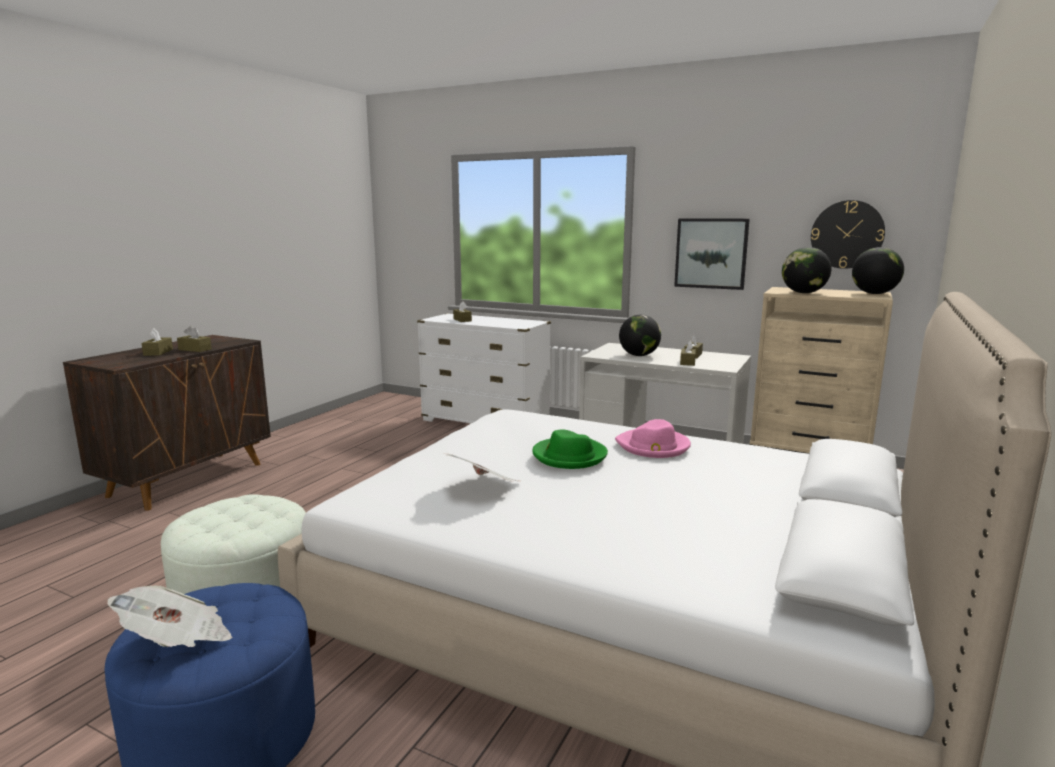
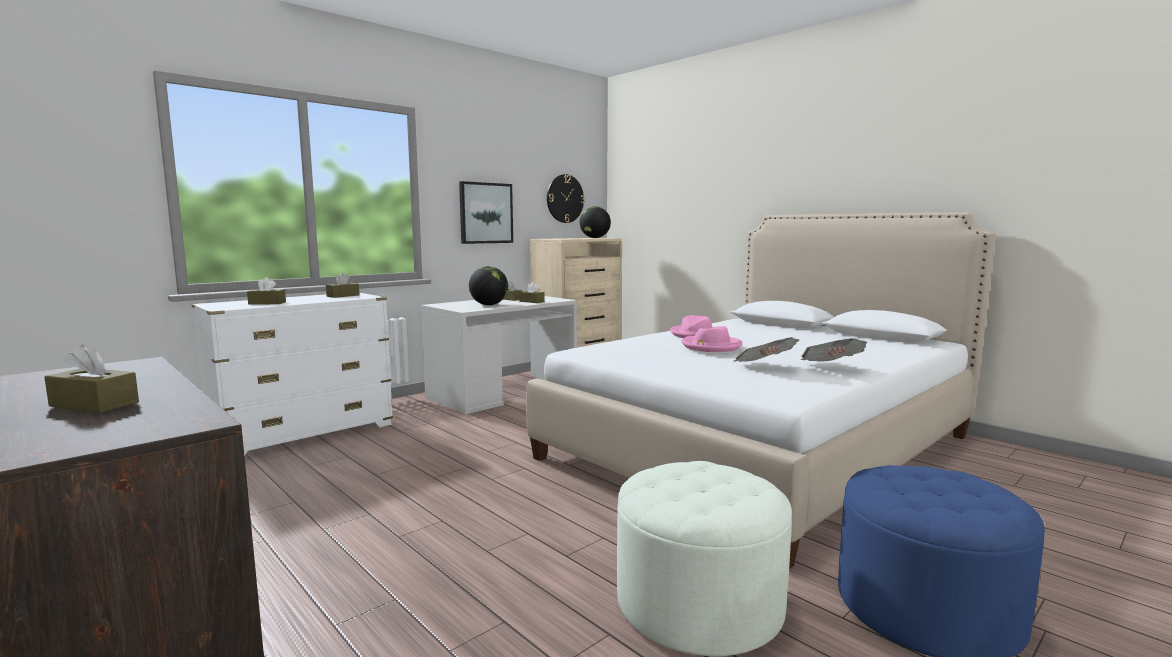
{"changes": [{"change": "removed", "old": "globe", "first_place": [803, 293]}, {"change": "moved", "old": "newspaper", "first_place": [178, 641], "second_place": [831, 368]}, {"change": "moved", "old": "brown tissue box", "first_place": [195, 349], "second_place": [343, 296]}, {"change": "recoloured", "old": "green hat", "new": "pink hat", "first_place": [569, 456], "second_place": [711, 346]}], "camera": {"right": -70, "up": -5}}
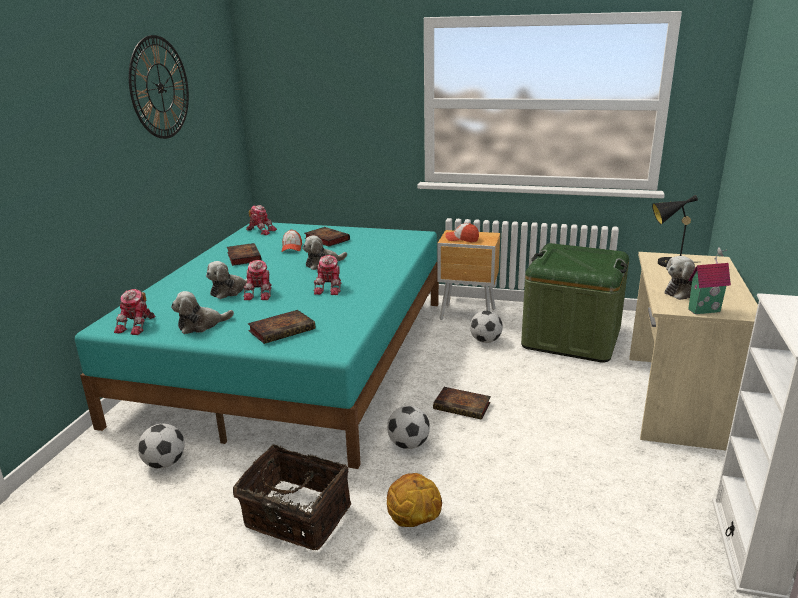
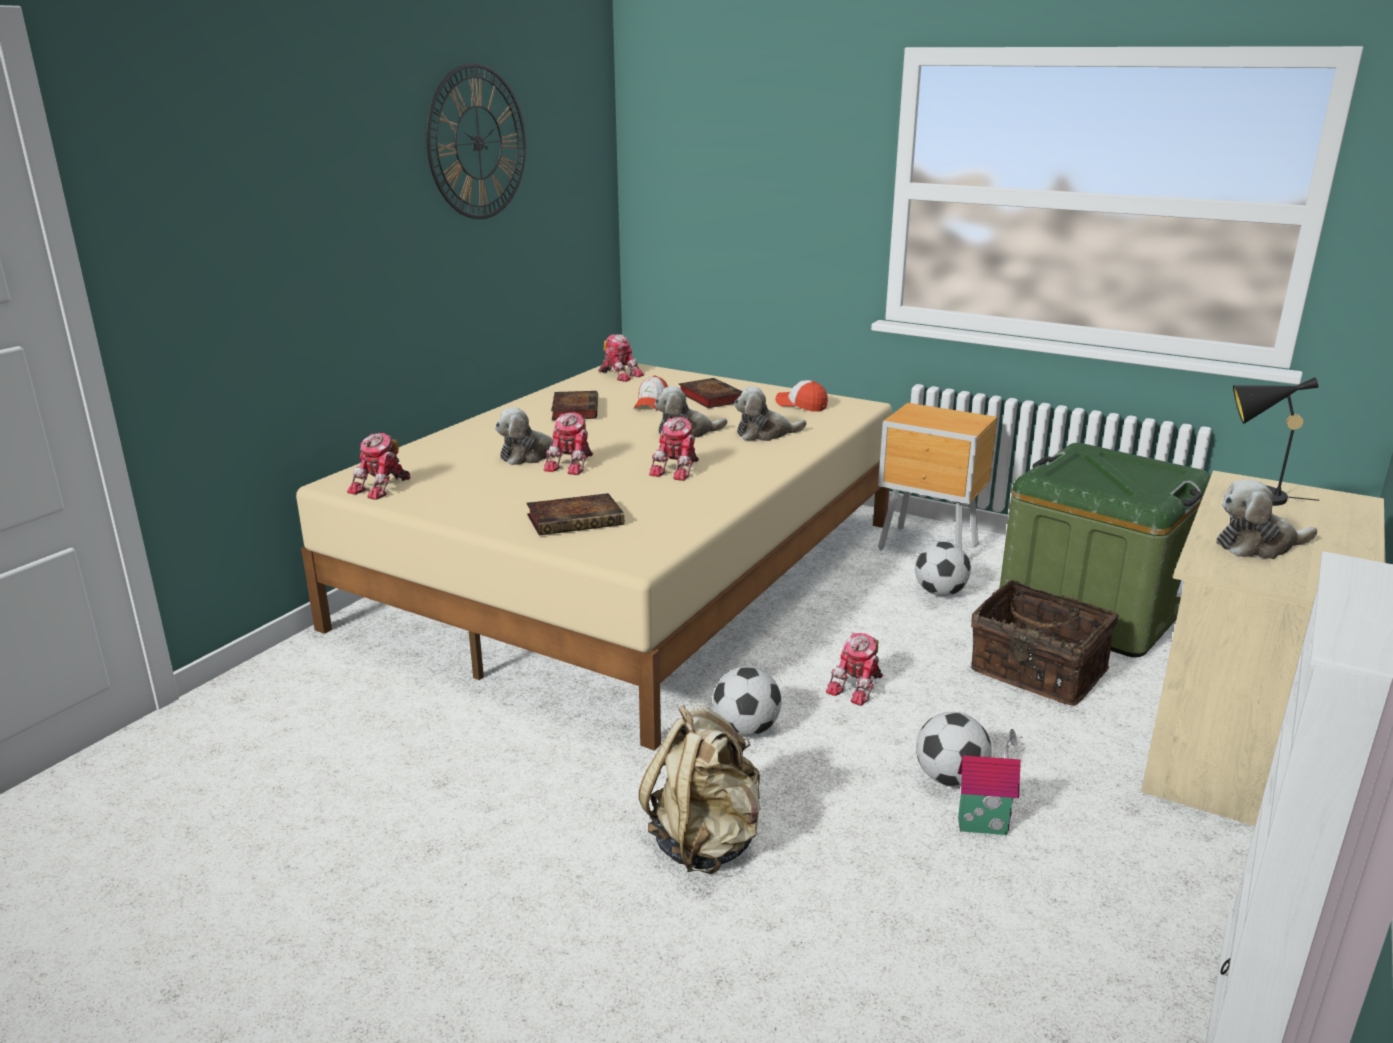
{"changes": [{"change": "moved", "old": "football", "first_place": [165, 463], "second_place": [950, 779]}, {"change": "moved", "old": "plush toy", "first_place": [201, 325], "second_place": [765, 434]}, {"change": "moved", "old": "basket", "first_place": [296, 518], "second_place": [1036, 672]}, {"change": "moved", "old": "cap", "first_place": [462, 239], "second_place": [801, 405]}, {"change": "moved", "old": "toy house", "first_place": [703, 309], "second_place": [982, 824]}, {"change": "replaced", "old": "basketball", "new": "beige backpack", "first_place": [413, 521], "second_place": [705, 842]}, {"change": "replaced", "old": "book", "new": "toy robot", "first_place": [463, 406], "second_place": [858, 687]}, {"change": "recoloured", "old": "turquoise bed", "new": "beige bed", "first_place": [295, 356], "second_place": [630, 572]}], "camera": {"right": 15, "up": 0}}
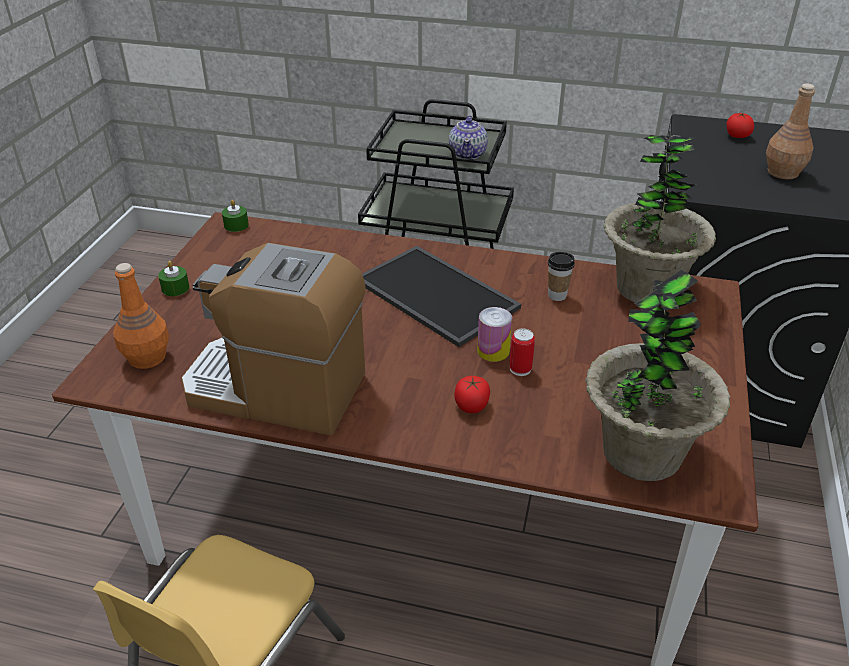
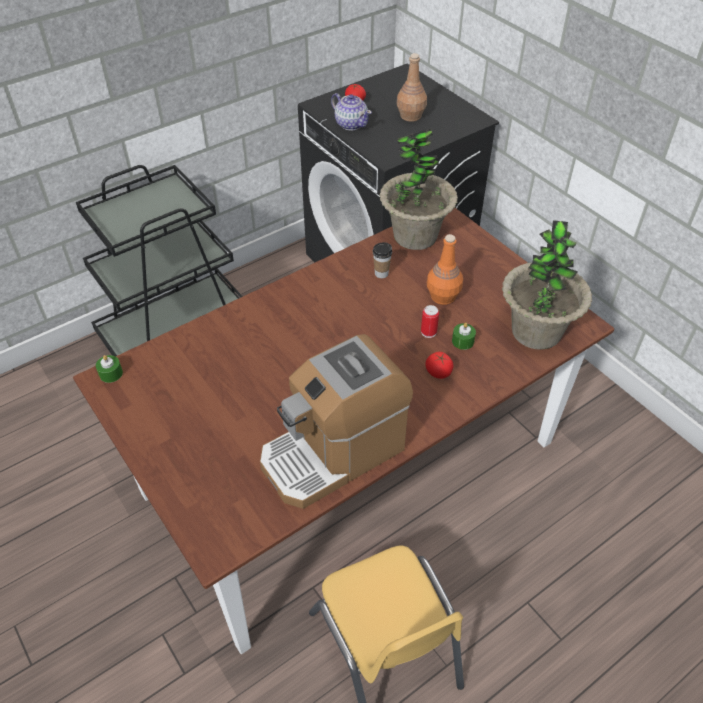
{"changes": [{"change": "removed", "old": "tray", "first_place": [439, 294]}, {"change": "removed", "old": "can", "first_place": [493, 351]}, {"change": "moved", "old": "orange bottle", "first_place": [147, 357], "second_place": [442, 296]}, {"change": "moved", "old": "green candle", "first_place": [175, 288], "second_place": [463, 341]}, {"change": "moved", "old": "teapot", "first_place": [468, 154], "second_place": [351, 124]}], "camera": {"right": -50, "up": 10}}
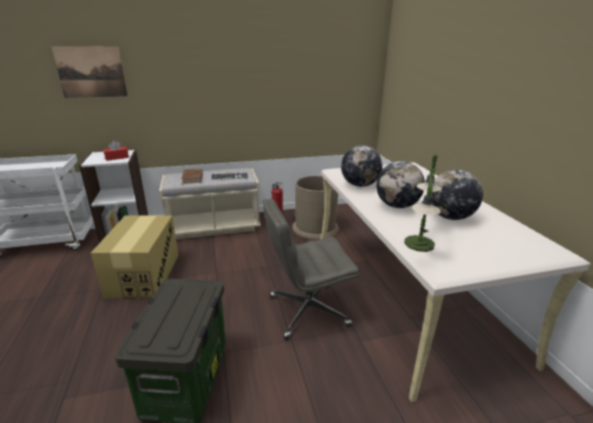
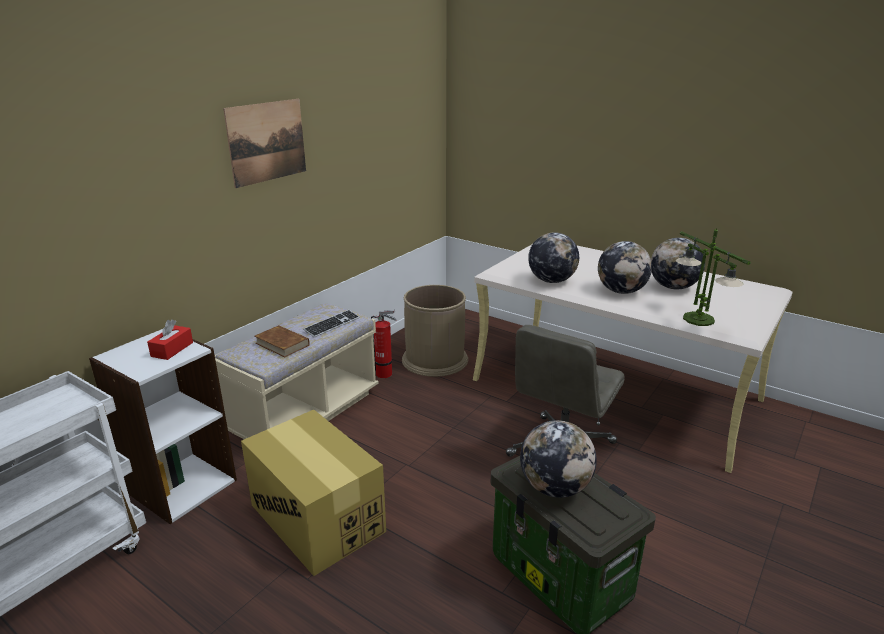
{"changes": [{"change": "added", "new": "globe", "second_place": [555, 487]}, {"change": "moved", "old": "picture", "first_place": [91, 72], "second_place": [267, 142]}], "camera": {"right": -40, "up": 0}}
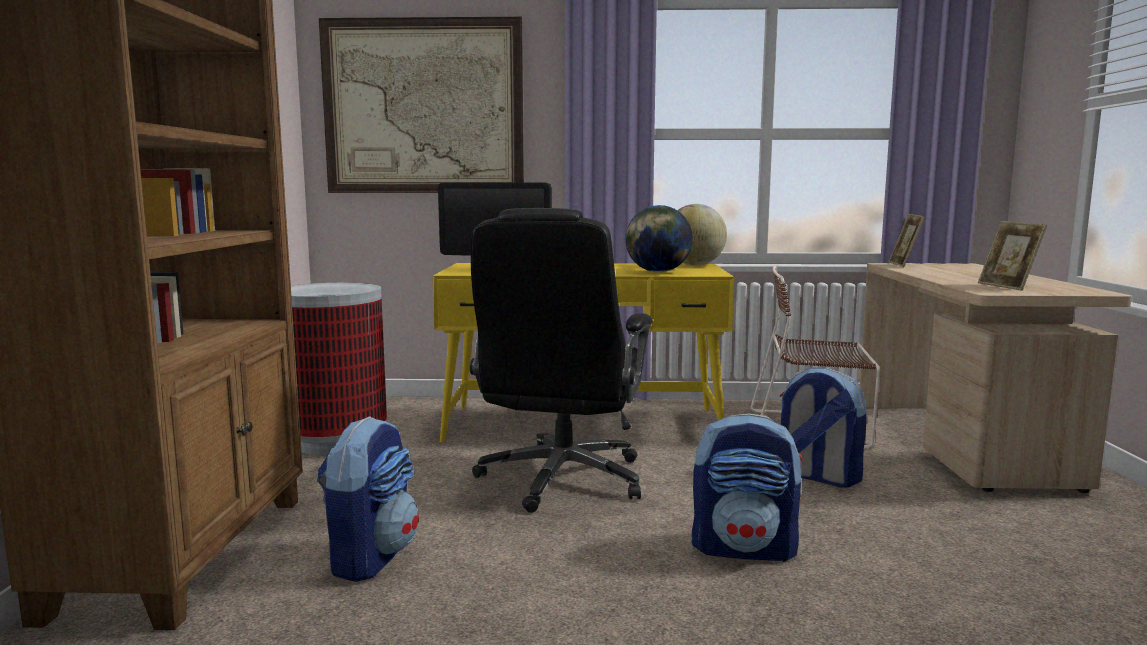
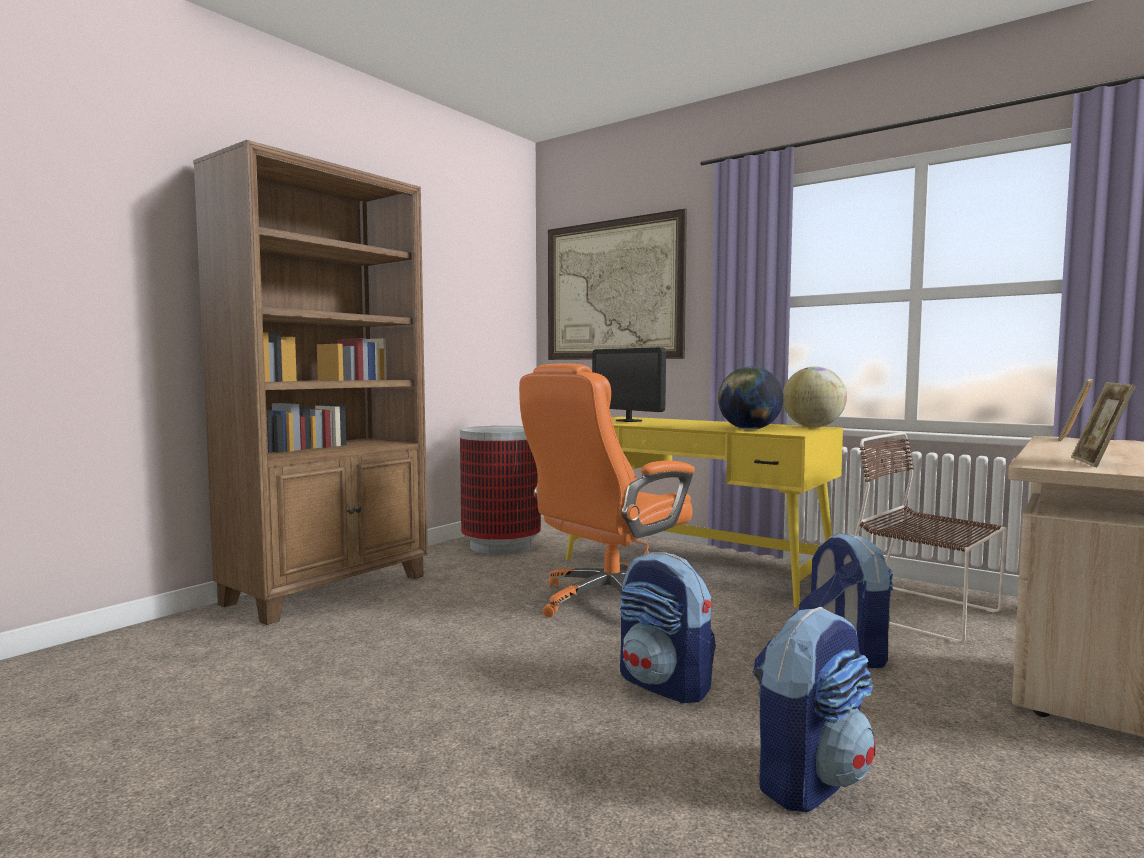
{"changes": [{"change": "moved", "old": "backpack", "first_place": [370, 557], "second_place": [808, 779]}, {"change": "recoloured", "old": "black office chair", "new": "orange office chair", "first_place": [561, 480], "second_place": [607, 601]}], "camera": {"right": 35, "up": -5}}
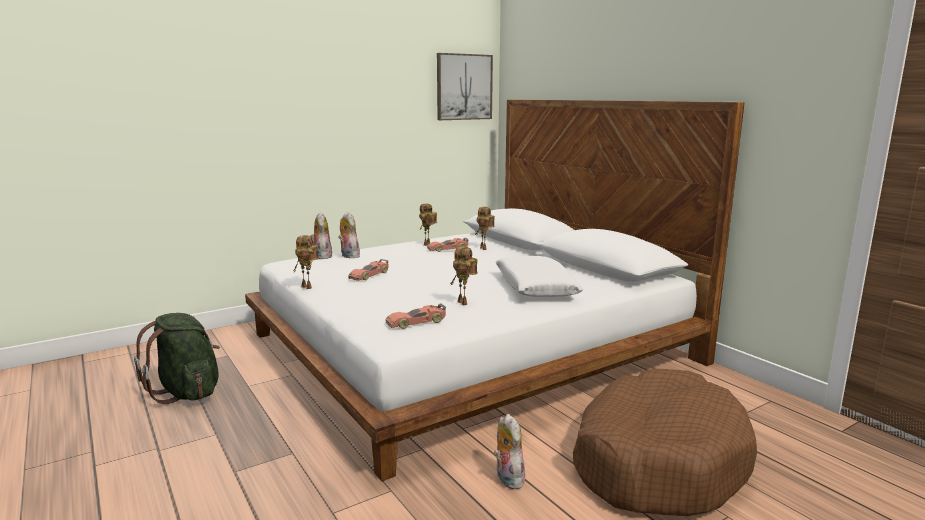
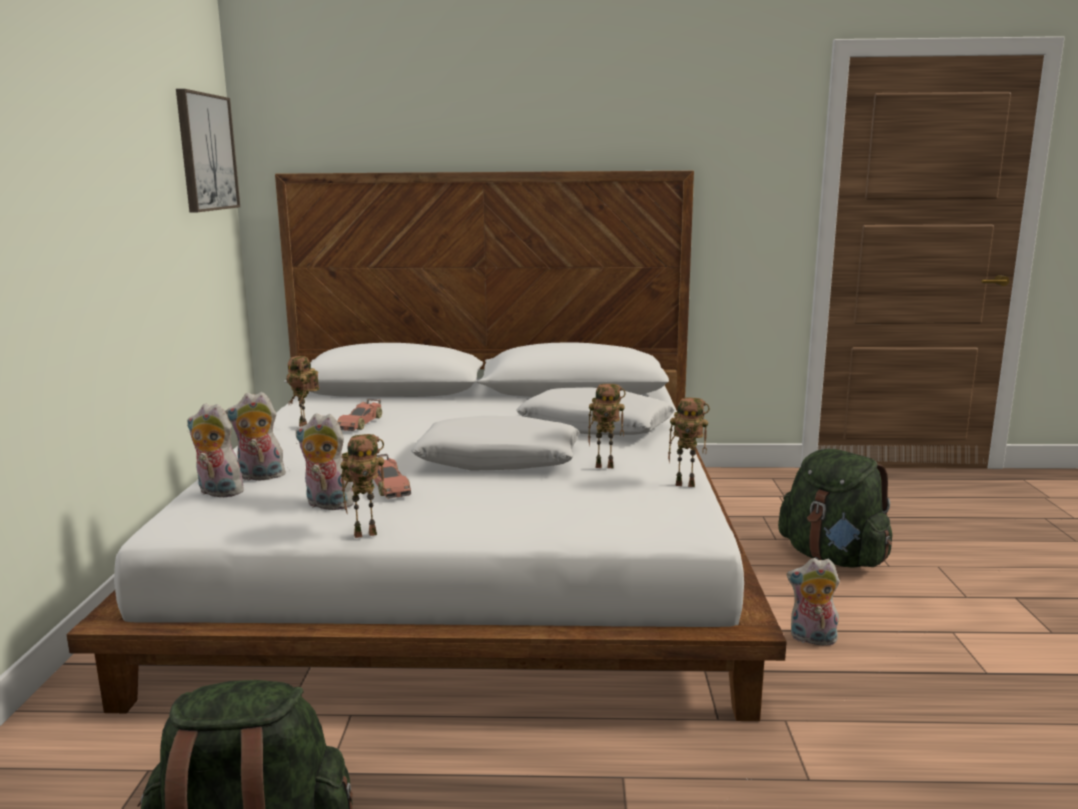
{"changes": [{"change": "removed", "old": "toy car", "first_place": [416, 322]}, {"change": "added", "new": "plush toy", "second_place": [326, 505]}, {"change": "added", "new": "white pillow", "second_place": [498, 461]}, {"change": "moved", "old": "toy robot", "first_place": [484, 248], "second_place": [686, 484]}, {"change": "replaced", "old": "brown dog bed", "new": "green backpack", "first_place": [657, 460], "second_place": [833, 558]}], "camera": {"right": -55, "up": 0}}
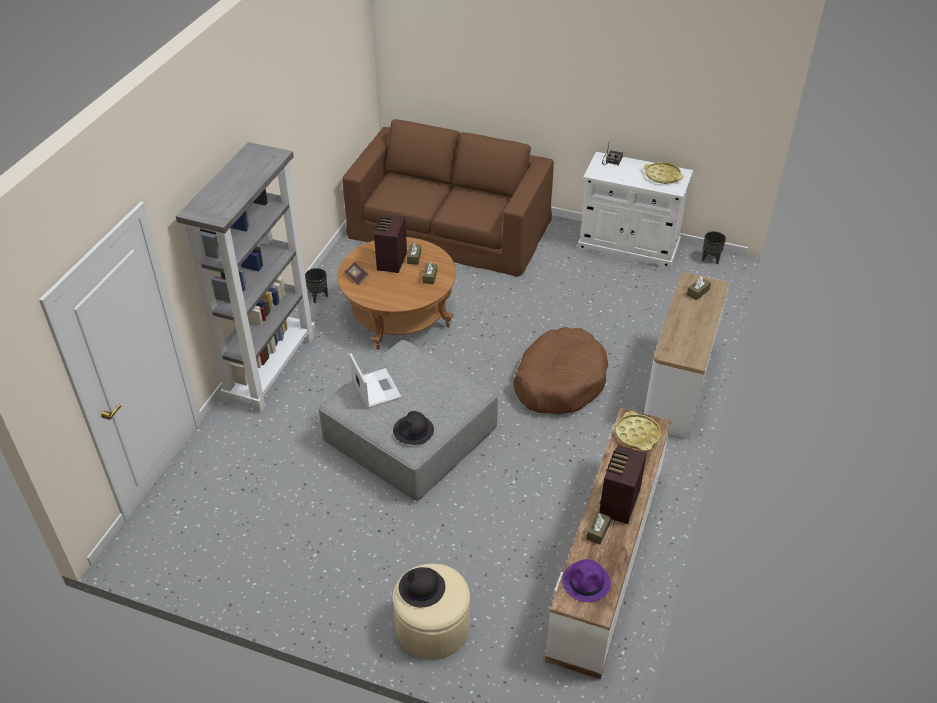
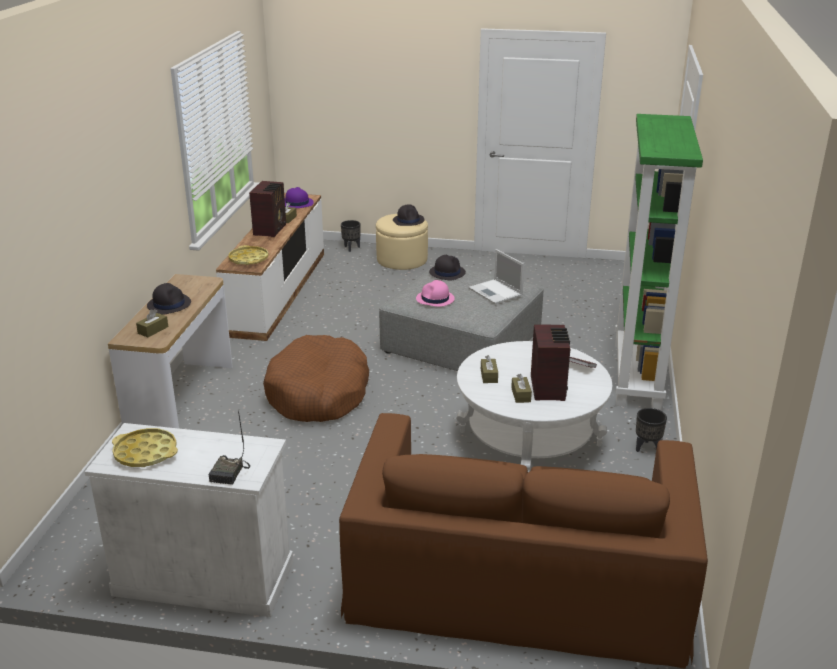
{"changes": [{"change": "added", "new": "black hat", "second_place": [169, 304]}, {"change": "added", "new": "pink hat", "second_place": [435, 299]}, {"change": "moved", "old": "black planter", "first_place": [710, 259], "second_place": [351, 248]}, {"change": "recoloured", "old": "grey bookcase", "new": "green bookcase", "first_place": [271, 368], "second_place": [638, 375]}, {"change": "recoloured", "old": "brown coffee table", "new": "white coffee table", "first_place": [399, 315], "second_place": [529, 439]}], "camera": {"right": 170, "up": -15}}
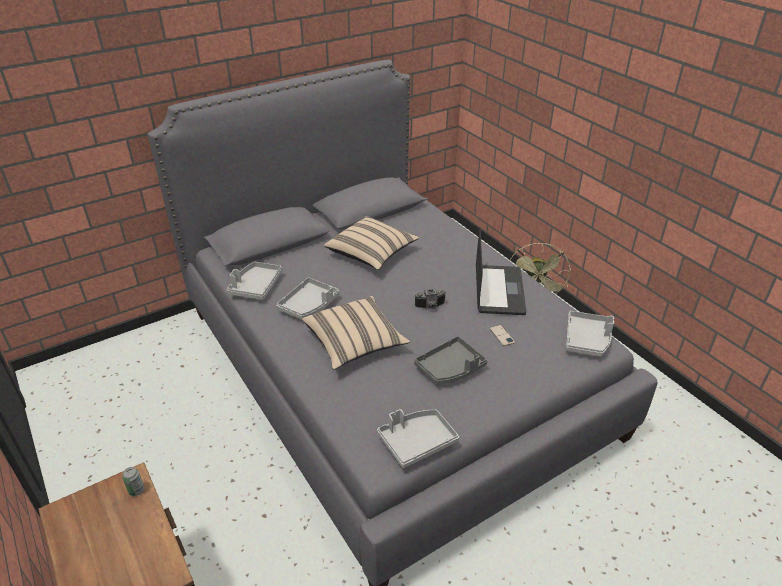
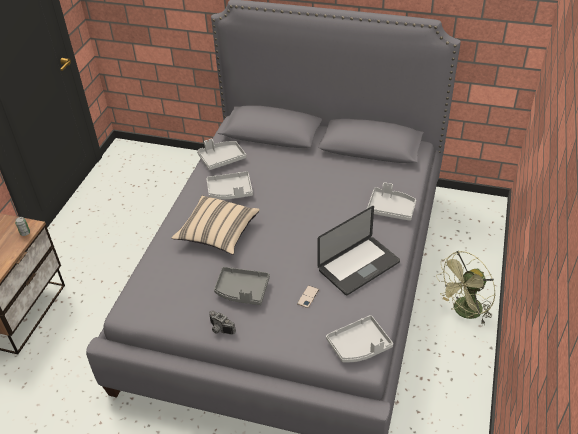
{"changes": [{"change": "removed", "old": "beige pillow", "first_place": [371, 253]}, {"change": "moved", "old": "grey tray", "first_place": [416, 442], "second_place": [391, 209]}, {"change": "moved", "old": "photo camera", "first_place": [430, 307], "second_place": [220, 330]}], "camera": {"right": 50, "up": 5}}
